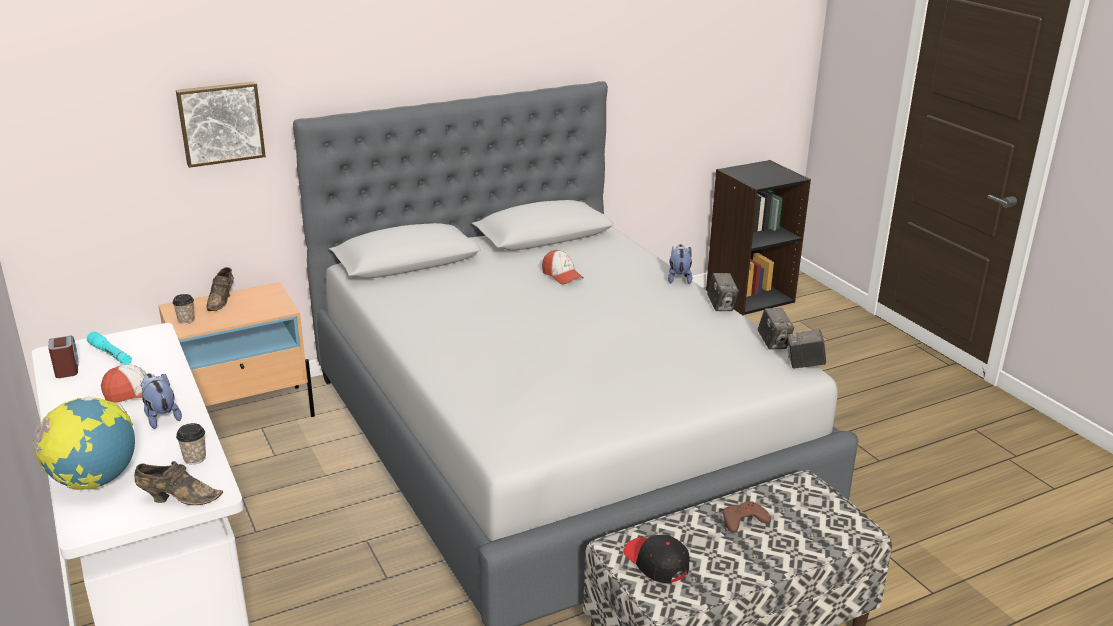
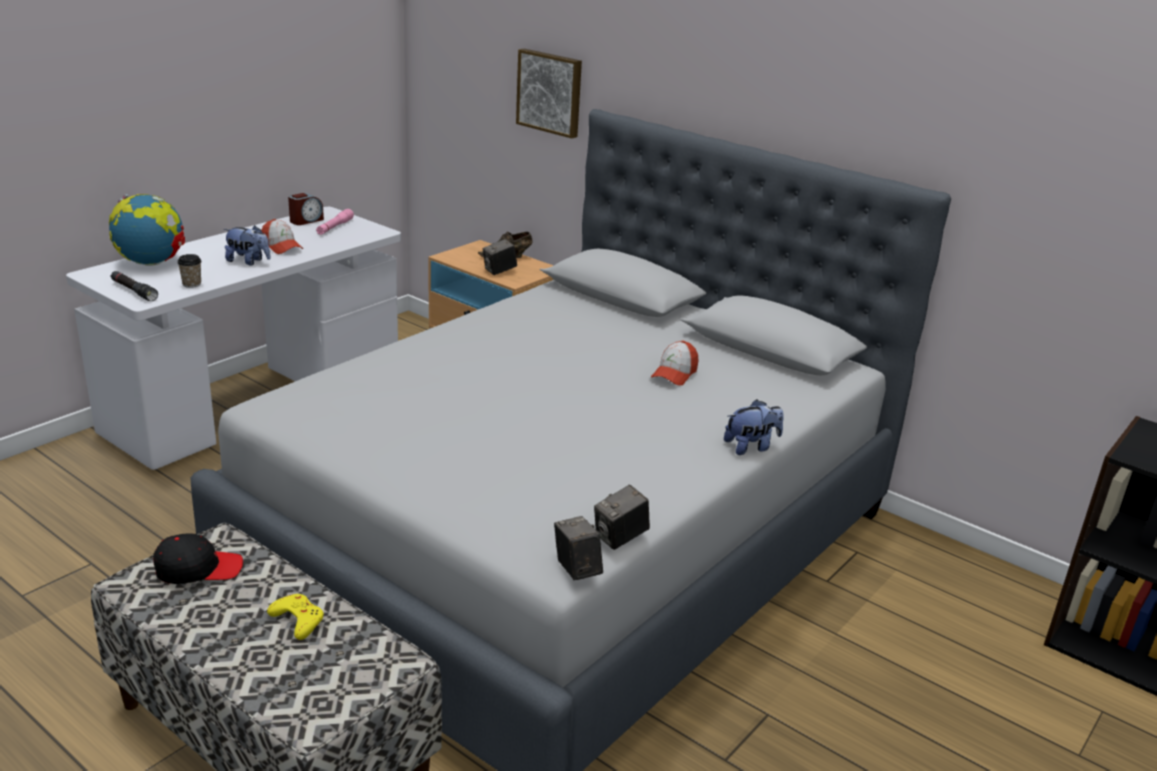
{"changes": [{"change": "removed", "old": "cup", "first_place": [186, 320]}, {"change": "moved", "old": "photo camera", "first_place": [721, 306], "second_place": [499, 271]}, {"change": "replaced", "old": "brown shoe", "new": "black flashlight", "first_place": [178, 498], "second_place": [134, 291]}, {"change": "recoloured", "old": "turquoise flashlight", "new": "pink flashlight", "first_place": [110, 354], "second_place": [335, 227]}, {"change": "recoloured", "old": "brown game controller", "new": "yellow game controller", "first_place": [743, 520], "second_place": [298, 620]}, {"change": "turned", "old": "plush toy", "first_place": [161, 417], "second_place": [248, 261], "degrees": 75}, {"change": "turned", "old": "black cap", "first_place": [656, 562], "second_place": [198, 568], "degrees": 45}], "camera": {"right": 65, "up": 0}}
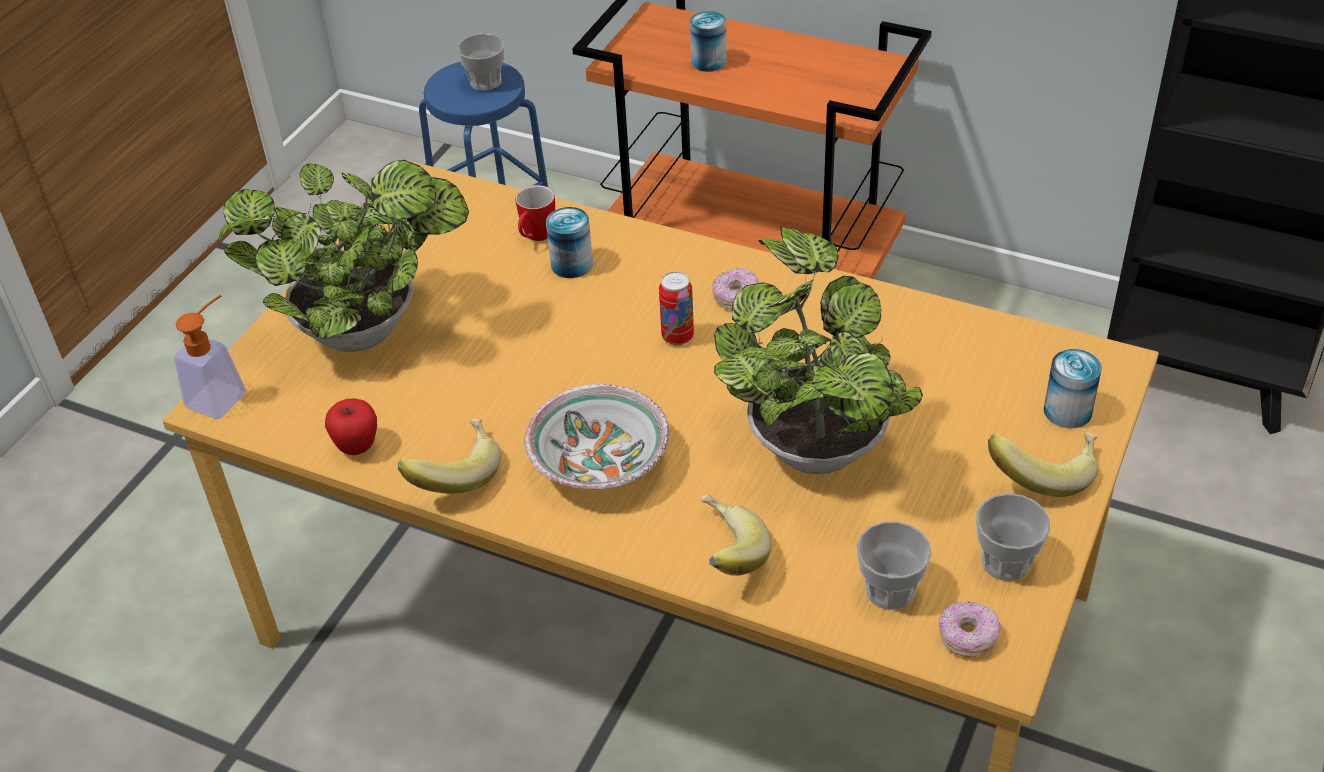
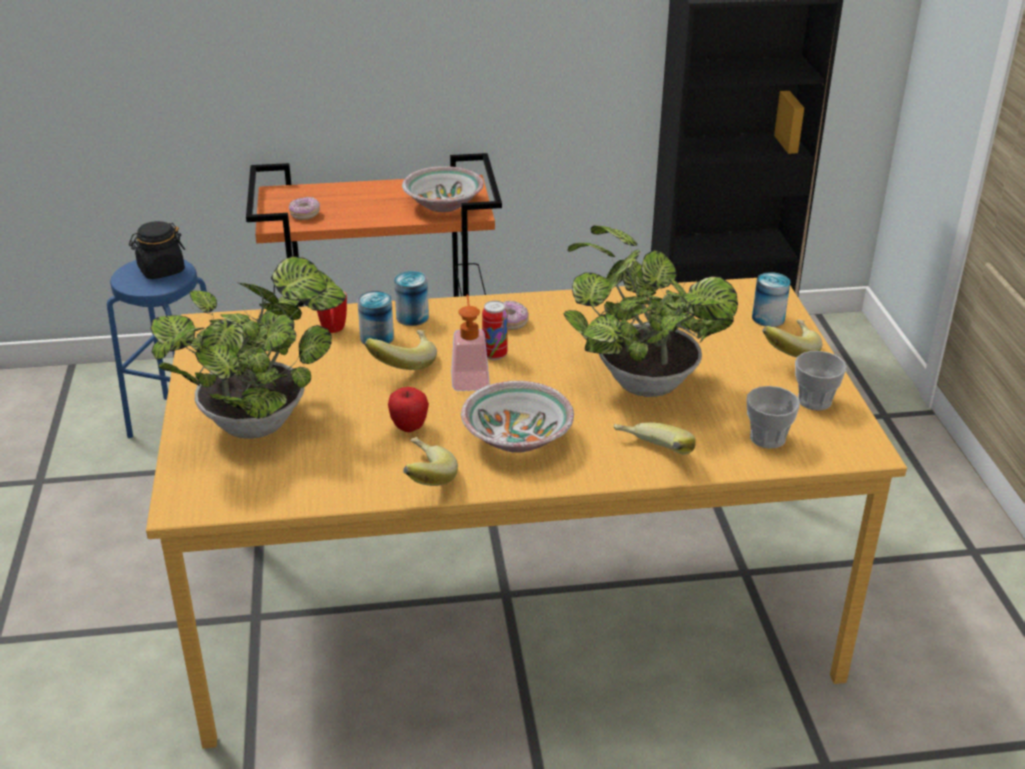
{"changes": [{"change": "added", "new": "banana", "second_place": [402, 363]}, {"change": "added", "new": "bowl", "second_place": [444, 204]}, {"change": "moved", "old": "soap dispenser", "first_place": [223, 394], "second_place": [469, 377]}, {"change": "moved", "old": "apple", "first_place": [357, 446], "second_place": [409, 427]}, {"change": "moved", "old": "can", "first_place": [709, 62], "second_place": [412, 317]}, {"change": "moved", "old": "donut", "first_place": [967, 637], "second_place": [305, 215]}, {"change": "replaced", "old": "cup", "new": "black jar", "first_place": [485, 82], "second_place": [161, 270]}], "camera": {"right": -35, "up": -10}}
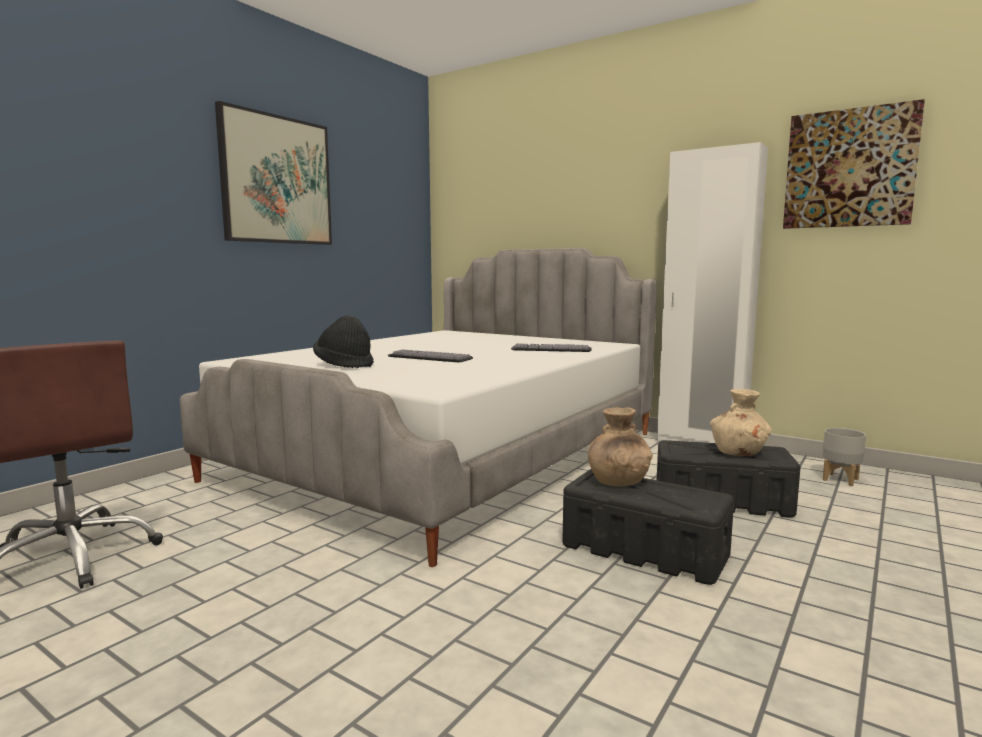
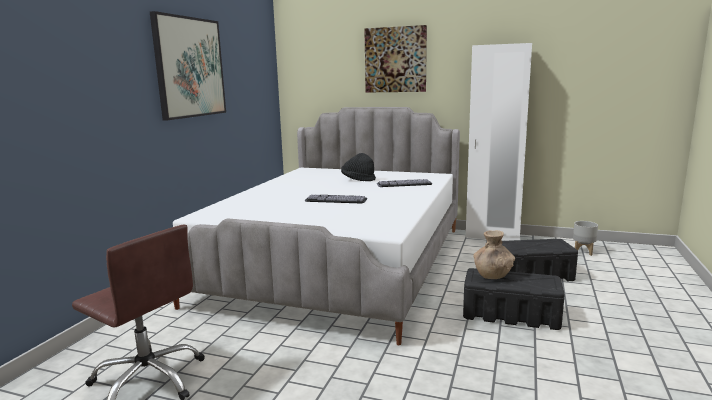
{"changes": [{"change": "removed", "old": "beige vase", "first_place": [739, 453]}, {"change": "moved", "old": "black hat", "first_place": [344, 365], "second_place": [358, 180]}, {"change": "moved", "old": "picture", "first_place": [849, 169], "second_place": [395, 60]}], "camera": {"right": -15, "up": 5}}
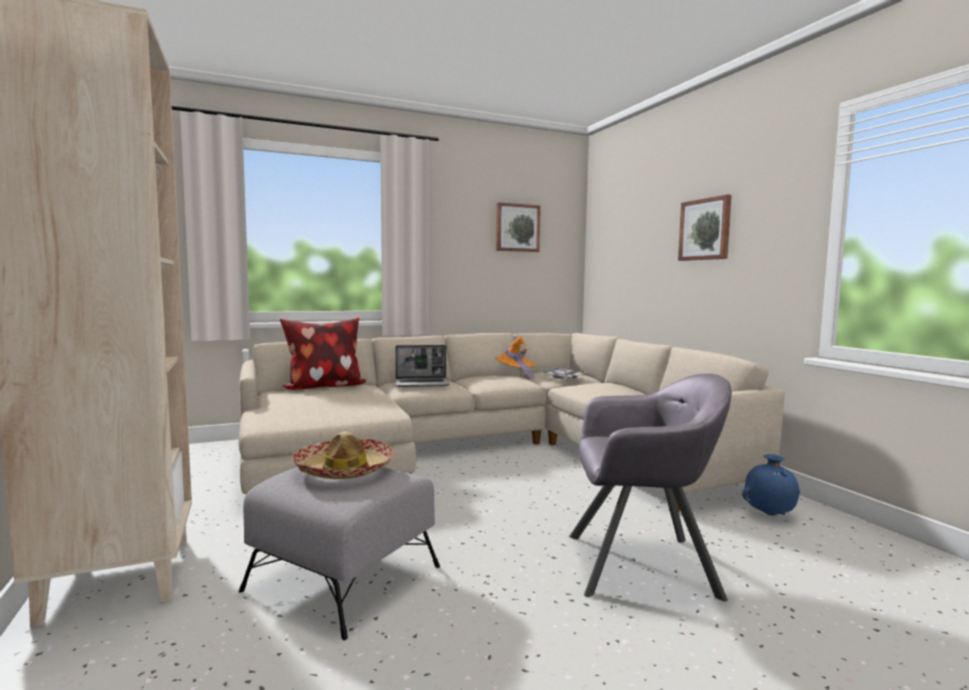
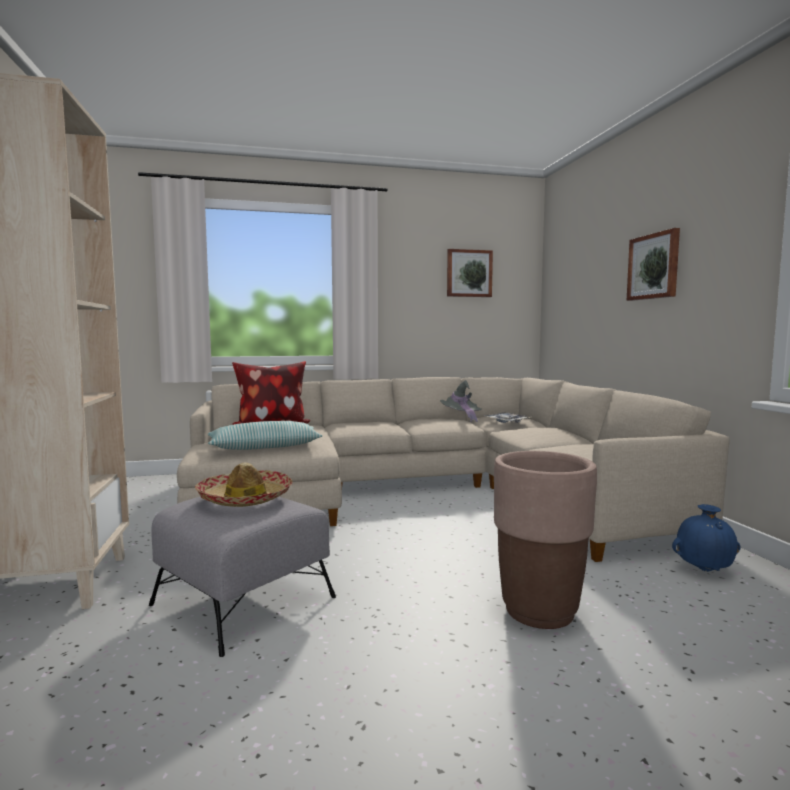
{"changes": [{"change": "removed", "old": "laptop", "first_place": [422, 383]}, {"change": "added", "new": "pillow", "second_place": [265, 447]}, {"change": "replaced", "old": "grey armchair", "new": "brown planter", "first_place": [641, 565], "second_place": [539, 611]}, {"change": "recoloured", "old": "orange hat", "new": "grey hat", "first_place": [514, 374], "second_place": [460, 417]}], "camera": {"right": 10, "up": 0}}
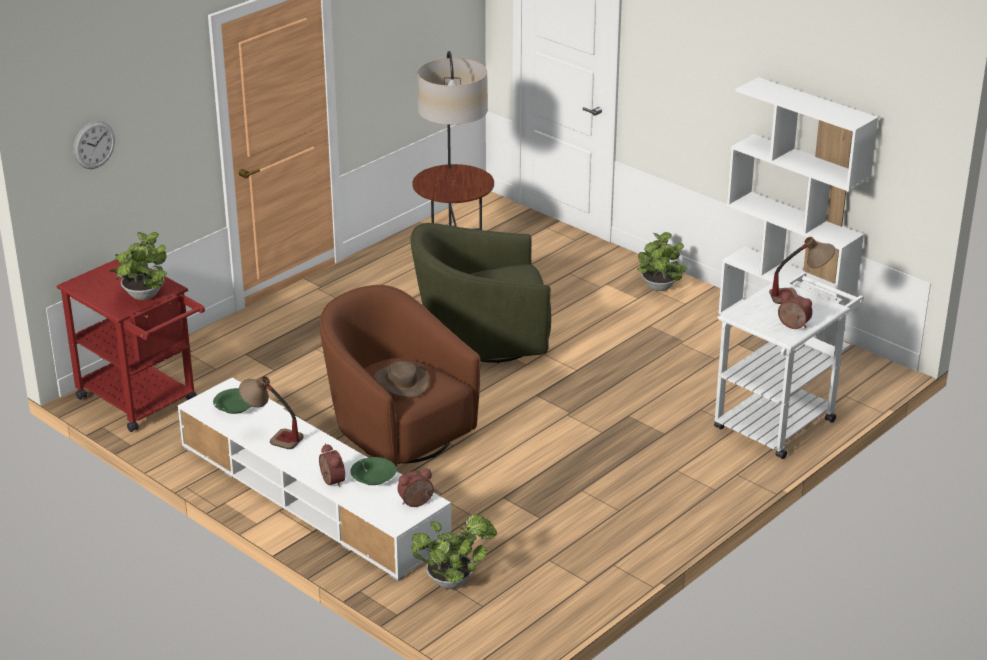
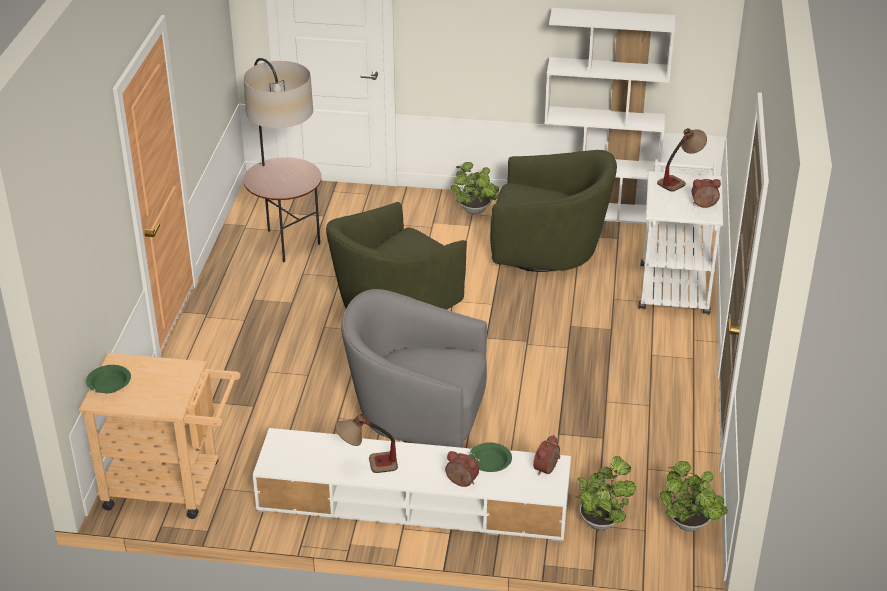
{"changes": [{"change": "removed", "old": "wall clock", "first_place": [94, 145]}, {"change": "removed", "old": "brown hat", "first_place": [402, 382]}, {"change": "added", "new": "green armchair", "second_place": [548, 252]}, {"change": "moved", "old": "potted plant", "first_place": [143, 297], "second_place": [690, 526]}, {"change": "moved", "old": "green bowl", "first_place": [235, 407], "second_place": [109, 385]}, {"change": "recoloured", "old": "red cart", "new": "beige cart", "first_place": [143, 402], "second_place": [172, 486]}, {"change": "recoloured", "old": "brown armchair", "new": "grey armchair", "first_place": [397, 431], "second_place": [417, 415]}], "camera": {"right": -35, "up": 5}}
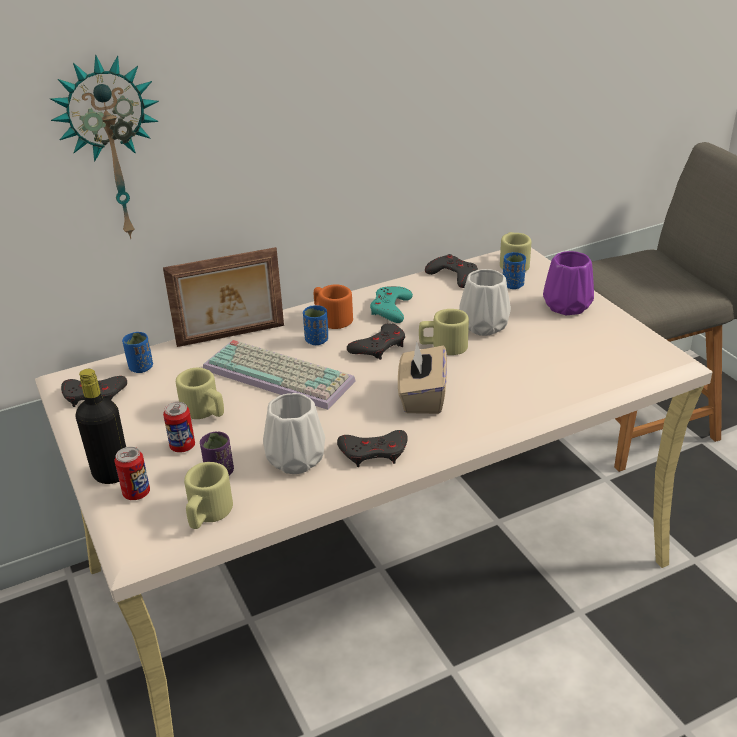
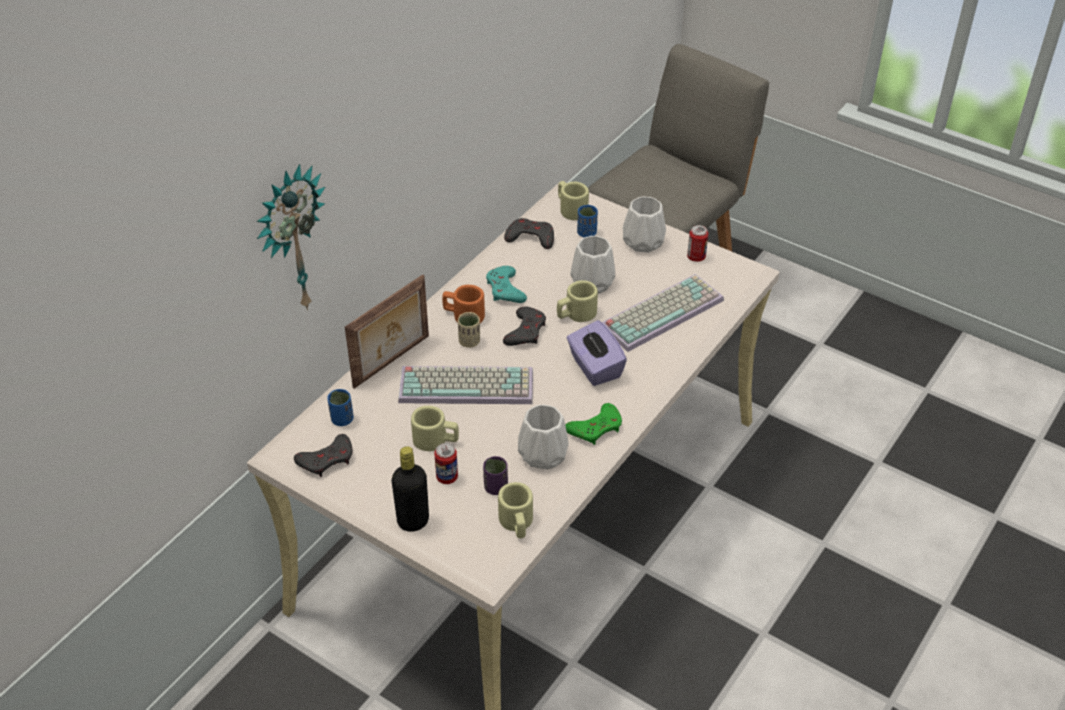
{"changes": [{"change": "added", "new": "keyboard", "second_place": [662, 311]}, {"change": "moved", "old": "can", "first_place": [136, 493], "second_place": [696, 257]}, {"change": "recoloured", "old": "blue cup", "new": "beige cup", "first_place": [316, 340], "second_place": [469, 342]}, {"change": "recoloured", "old": "grey game controller", "new": "green game controller", "first_place": [374, 452], "second_place": [596, 428]}, {"change": "recoloured", "old": "beige tissue box", "new": "purple tissue box", "first_place": [422, 397], "second_place": [595, 367]}, {"change": "recoloured", "old": "purple vase", "new": "white vase", "first_place": [567, 305], "second_place": [643, 241]}], "camera": {"right": -30, "up": 10}}
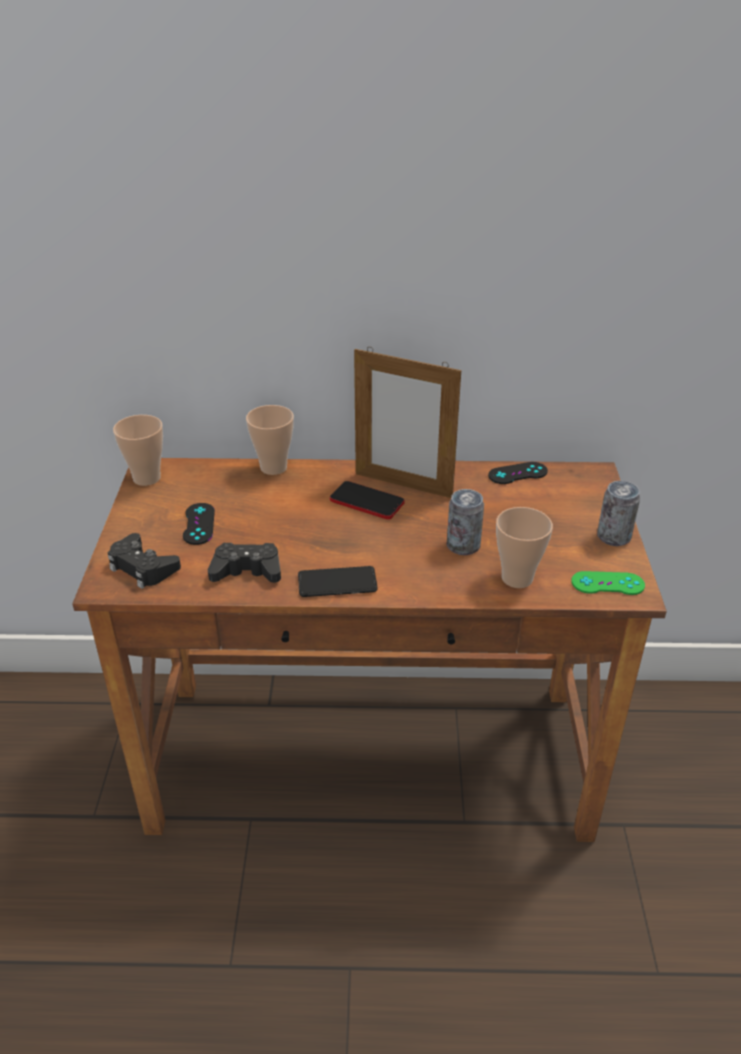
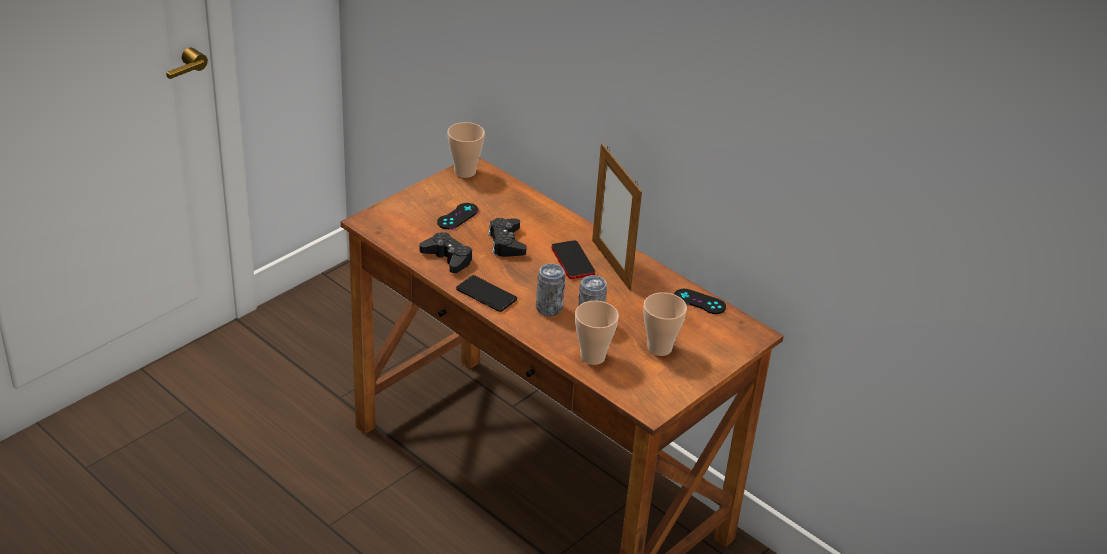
{"changes": [{"change": "removed", "old": "green game controller", "first_place": [607, 583]}, {"change": "moved", "old": "black game controller", "first_place": [143, 567], "second_place": [506, 243]}, {"change": "moved", "old": "cup", "first_place": [273, 467], "second_place": [659, 348]}, {"change": "moved", "old": "can", "first_place": [613, 537], "second_place": [549, 308]}], "camera": {"right": 40, "up": 0}}
